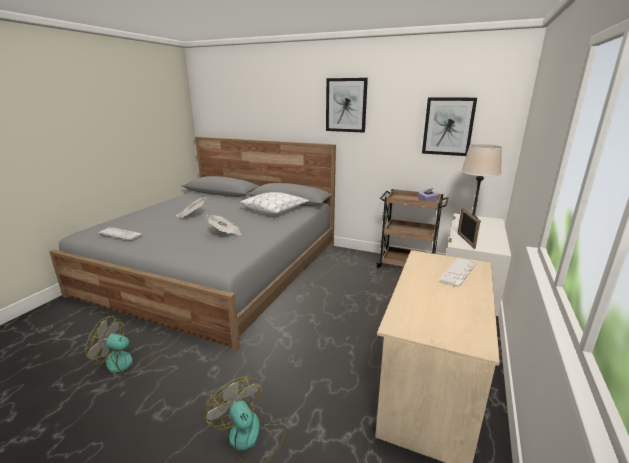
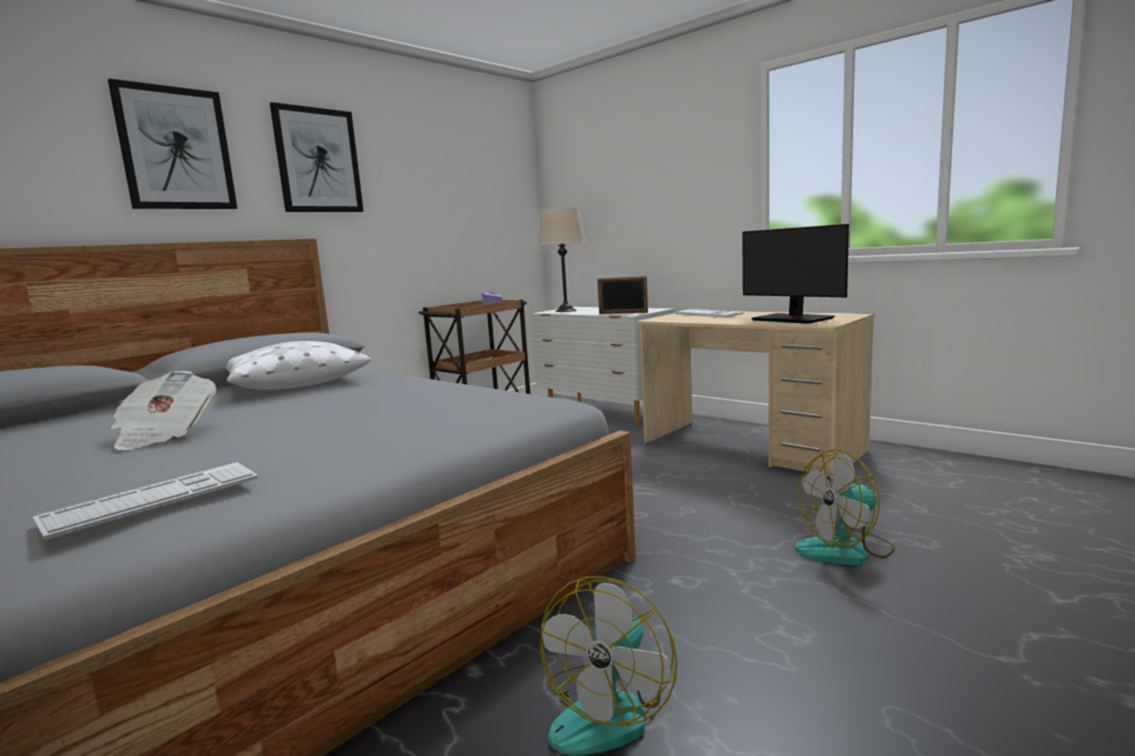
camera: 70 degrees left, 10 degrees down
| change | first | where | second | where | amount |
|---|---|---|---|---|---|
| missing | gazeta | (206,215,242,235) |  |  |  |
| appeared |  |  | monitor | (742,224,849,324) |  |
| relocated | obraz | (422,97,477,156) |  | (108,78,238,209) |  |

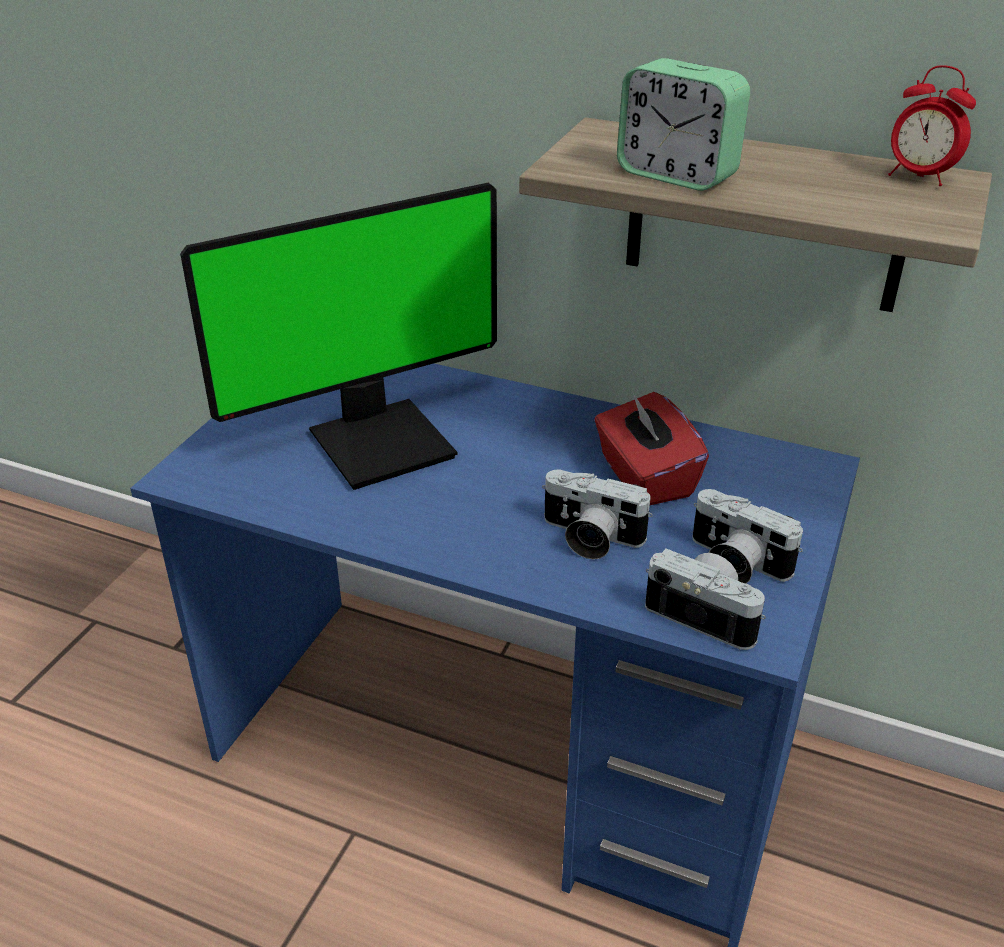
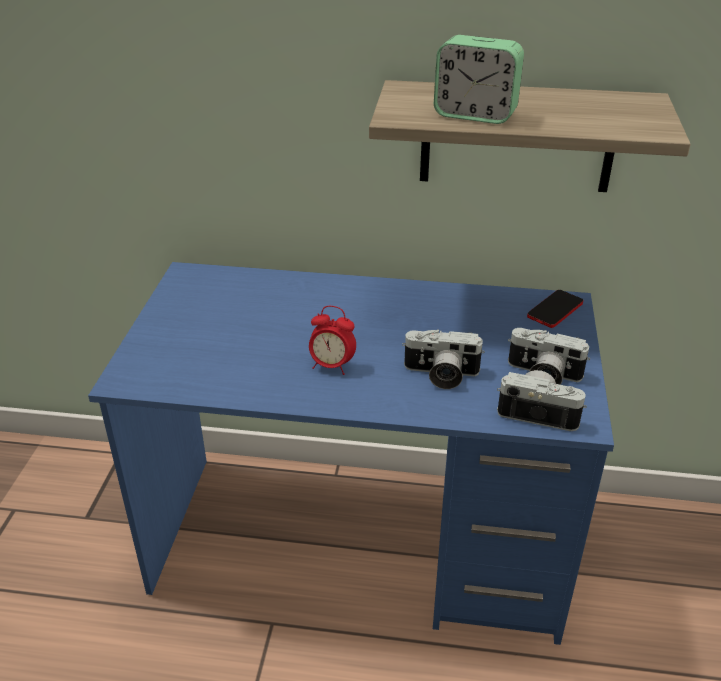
camera: 15 degrees left, 0 degrees up
| change | first | where | second | where | amount |
|---|---|---|---|---|---|
| missing | monitor | (180,183,497,490) |  |  |  |
| missing | pudełko chusteczek [czerwony] | (594,392,709,505) |  |  |  |
| appeared |  |  | telefon | (527,290,583,328) |  |
| relocated | budzik | (888,65,976,186) |  | (309,306,356,375) |  |

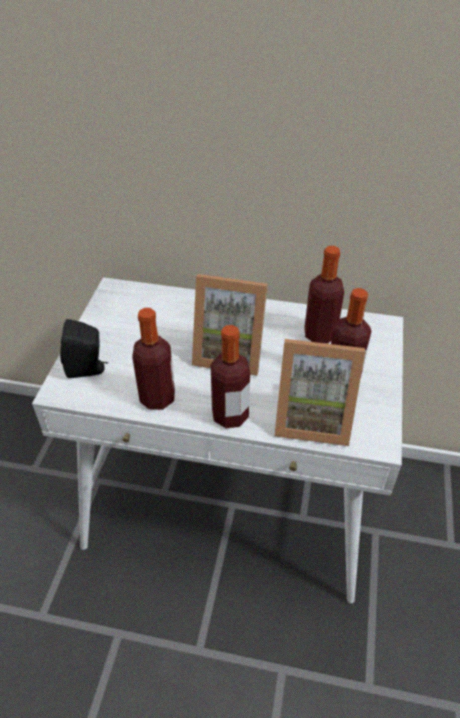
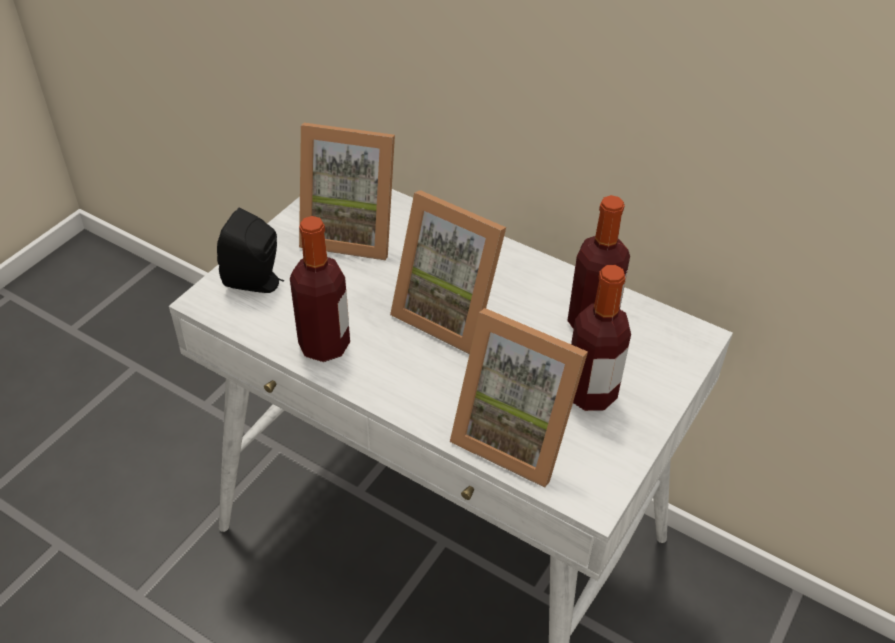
camera: 20 degrees right, 0 degrees up
| change | first | where | second | where | amount |
|---|---|---|---|---|---|
| missing | butelka | (211,325,250,428) |  |  |  |
| appeared |  |  | ramka na zdjęcie | (299,123,395,260) |  |

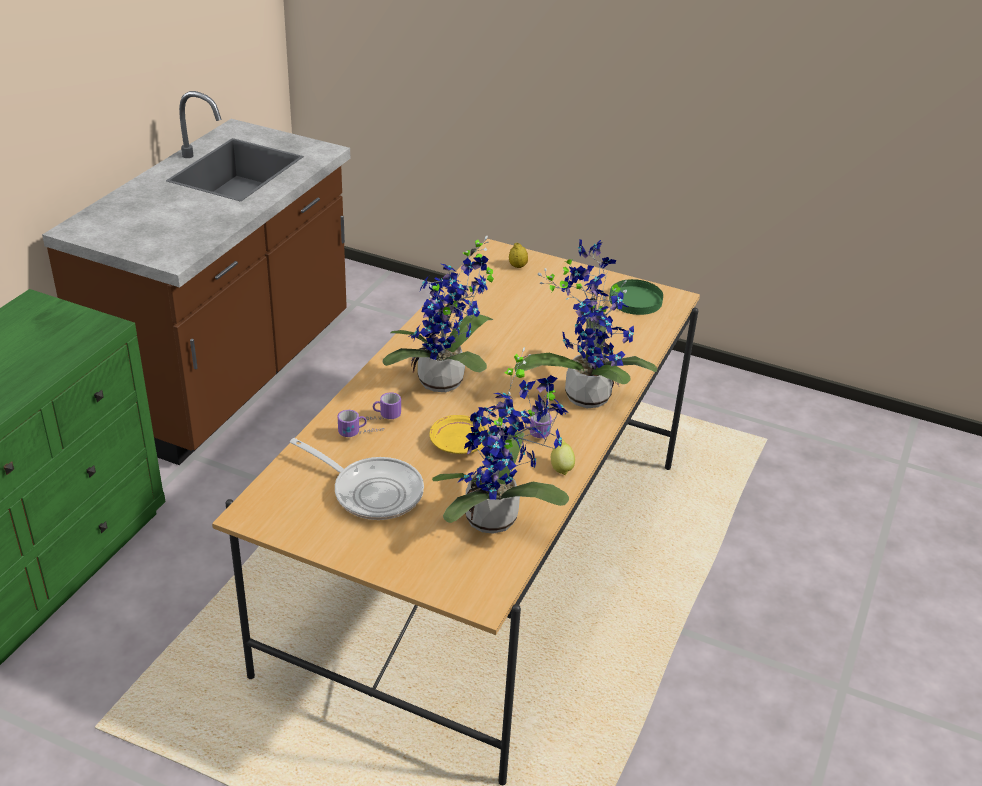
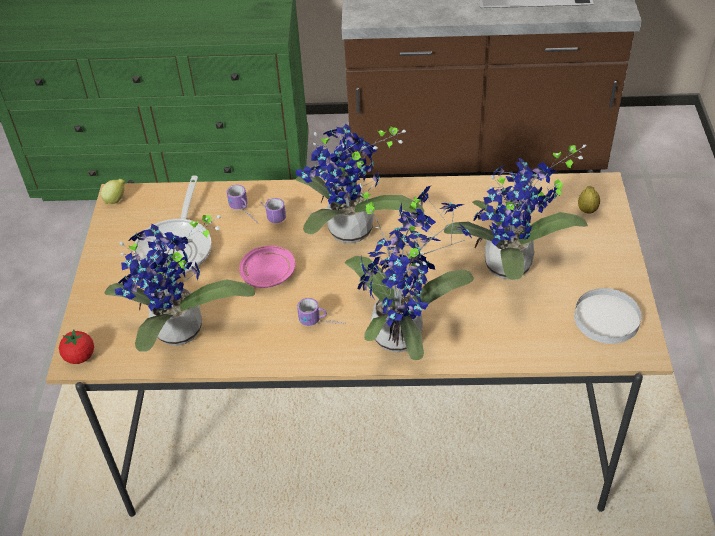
camera: 70 degrees right, 10 degrees up
| change | first | where | second | where | amount |
|---|---|---|---|---|---|
| appeared |  |  | pomidor | (59,329,94,364) |  |
| appeared |  |  | roślina doniczkowa | (444,144,588,280) |  |
| relocated | cytryna | (551,440,575,475) |  | (101,179,125,204) |  |
| colour | talerz [żółty] | (429,415,488,454) | talerz [różowy] | (239,245,295,288) |  |
| colour | talerz [zielony] | (609,279,663,315) | talerz [biały] | (574,288,642,344) |  |

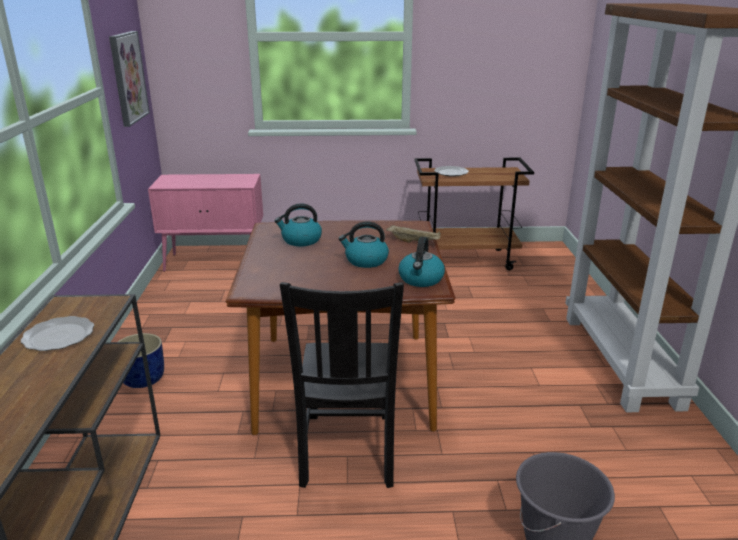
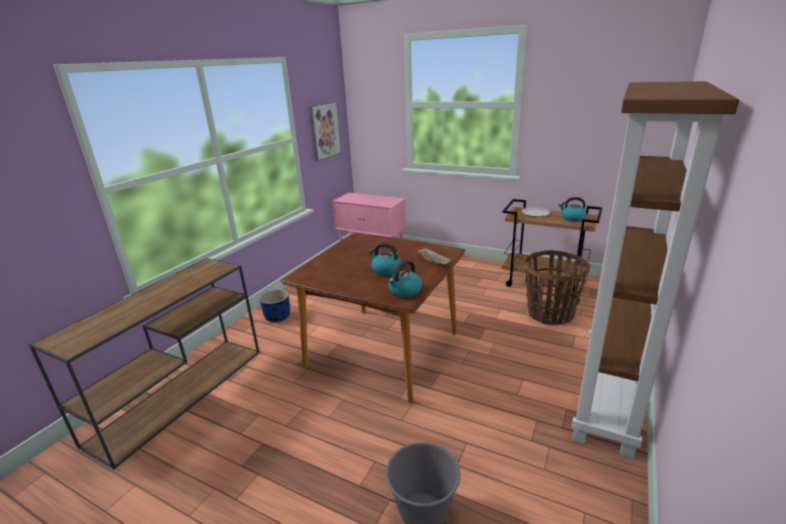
camera: 30 degrees right, 0 degrees up
| change | first | where | second | where | amount |
|---|---|---|---|---|---|
| missing | talerz | (21,316,94,351) |  |  |  |
| missing | krzesło [czarny] | (280,282,404,488) |  |  |  |
| appeared |  |  | koszyk | (524,250,590,325) |  |
| relocated | czajnik | (274,204,322,246) |  | (559,197,587,222) |  |

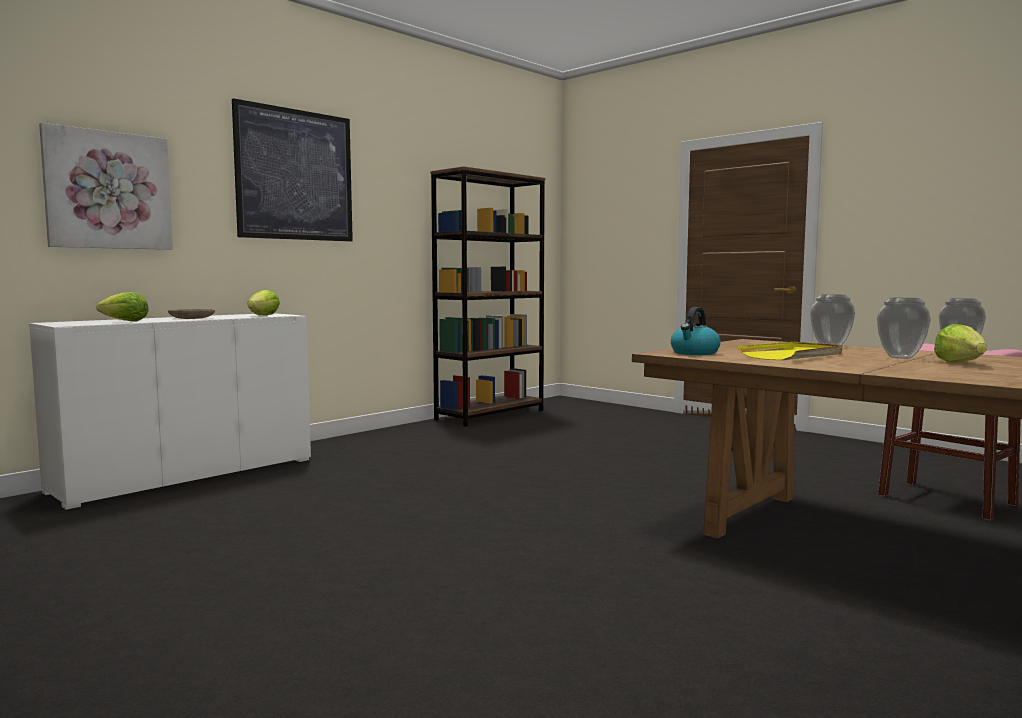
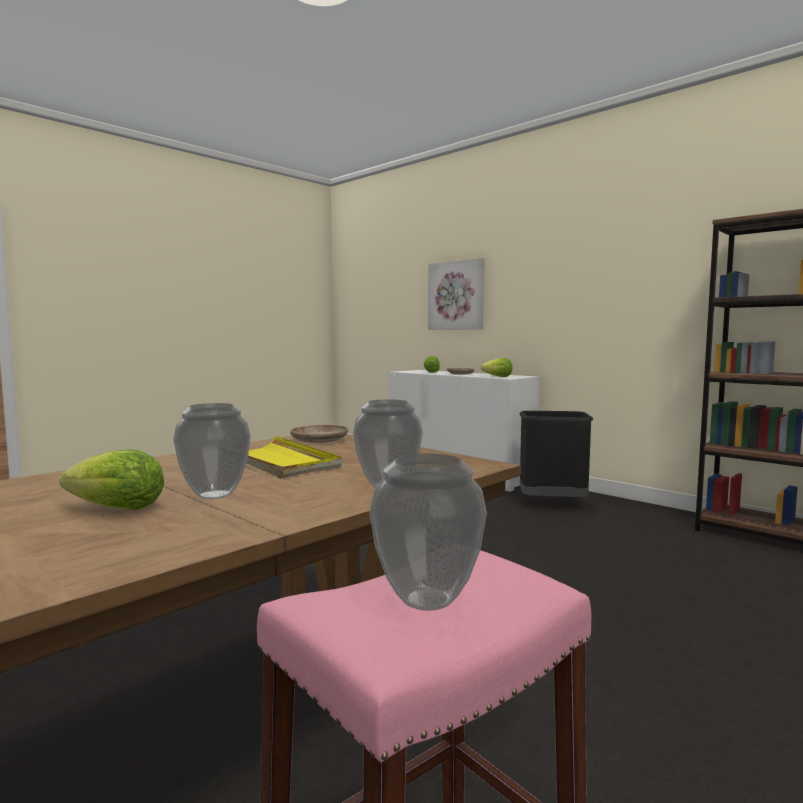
camera: 90 degrees right, 0 degrees up
| change | first | where | second | where | amount |
|---|---|---|---|---|---|
| missing | obraz | (232,98,353,241) |  |  |  |
| appeared |  |  | kosz na śmieci [czarny] | (520,411,593,497) |  |
| exchanged | czajnik | (671,307,721,355) | talerz [beżowy] | (290,425,349,443) |  |

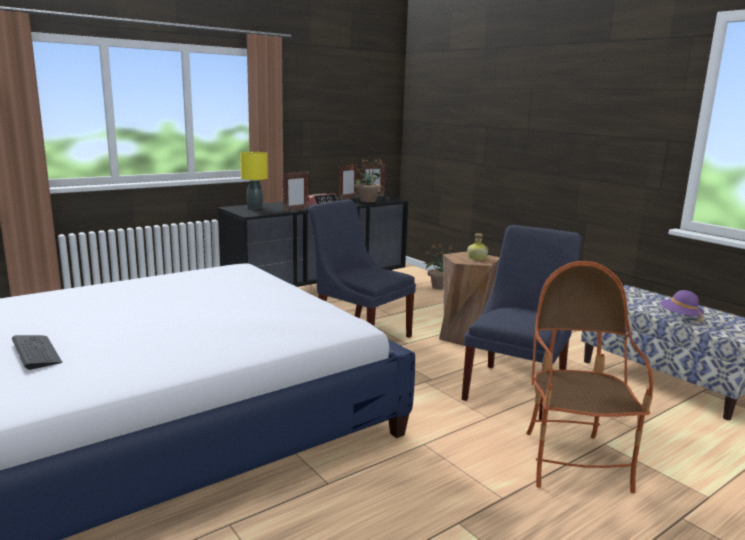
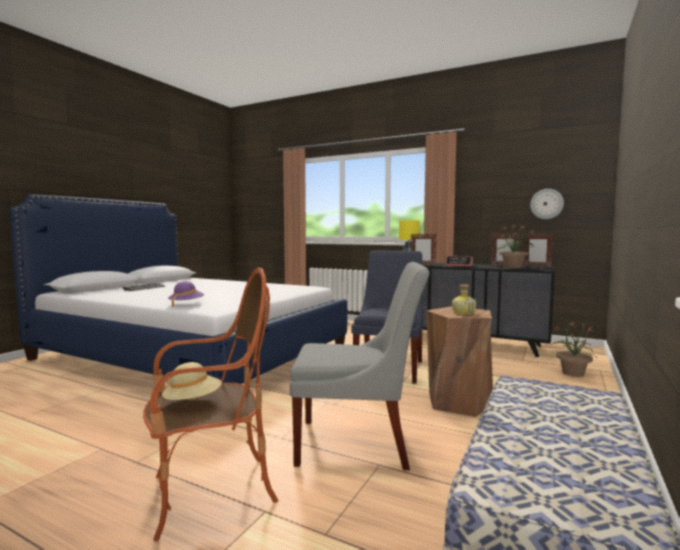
camera: 65 degrees right, 10 degrees down
| change | first | where | second | where | amount |
|---|---|---|---|---|---|
| appeared |  |  | kapelusz [beżowy] | (162,362,222,403) |  |
| appeared |  |  | zegar ścienny | (530,189,564,219) |  |
| relocated | kapelusz [fioletowy] | (660,290,704,323) |  | (168,281,204,307) |  |
| colour | krzesło [niebieski] | (462,225,582,420) | krzesło [szary] | (290,262,430,470) |  |

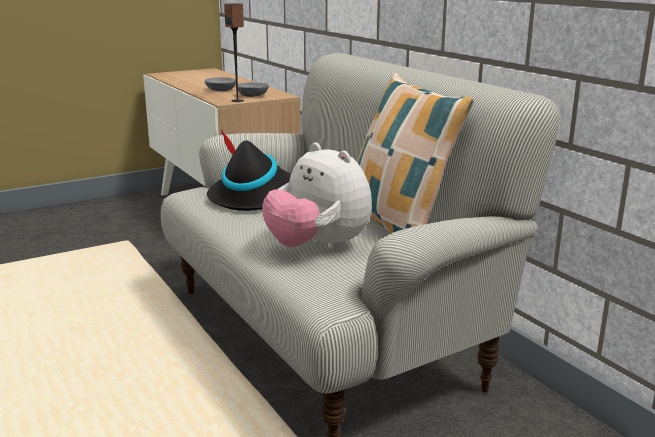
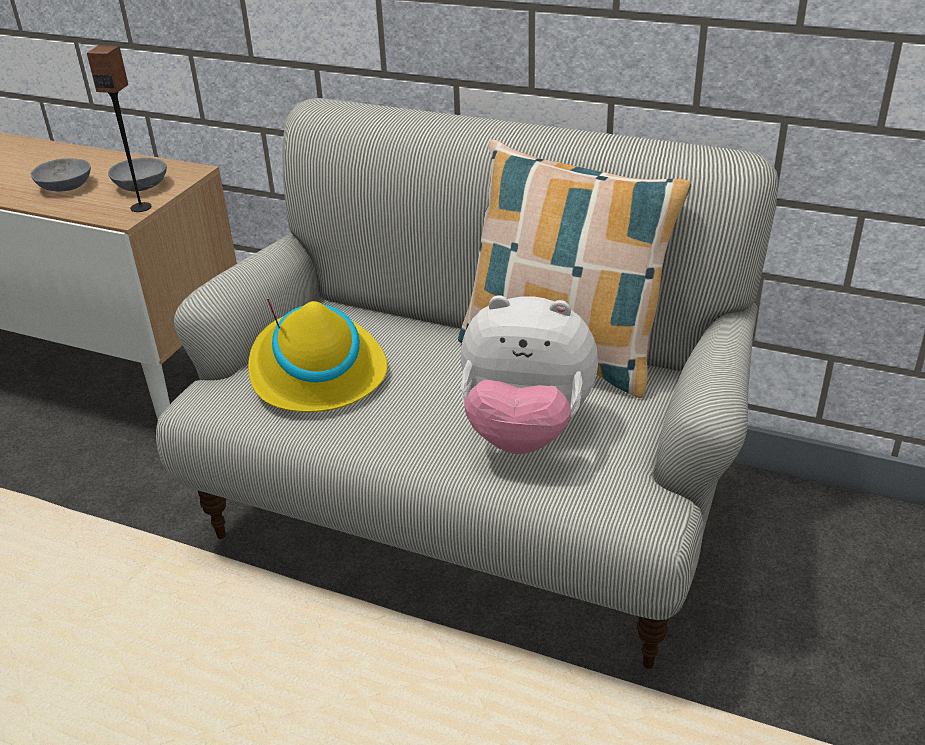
camera: 35 degrees left, 15 degrees up
| change | first | where | second | where | amount |
|---|---|---|---|---|---|
| colour | kapelusz [czarny] | (207,130,291,211) | kapelusz [żółty] | (248,299,387,412) |  |

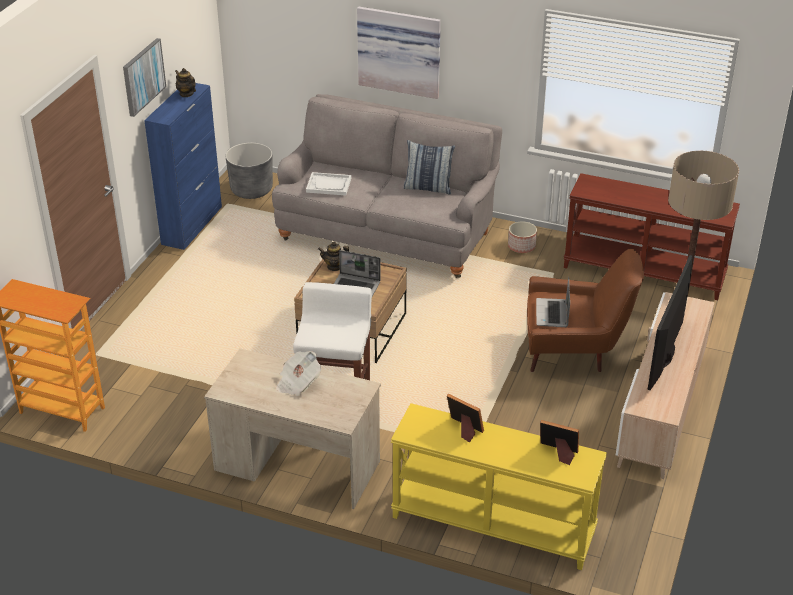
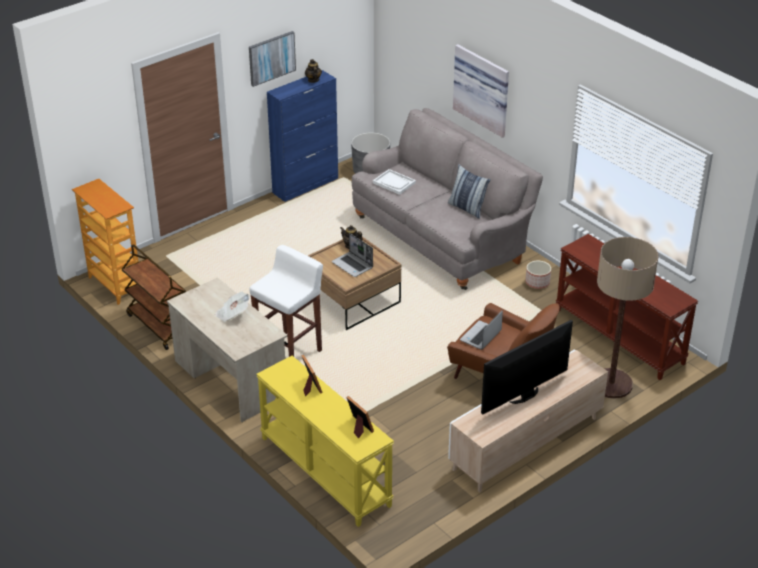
camera: 30 degrees right, 0 degrees up
| change | first | where | second | where | amount |
|---|---|---|---|---|---|
| appeared |  |  | wózek [brązowy] | (121,244,186,350) |  |

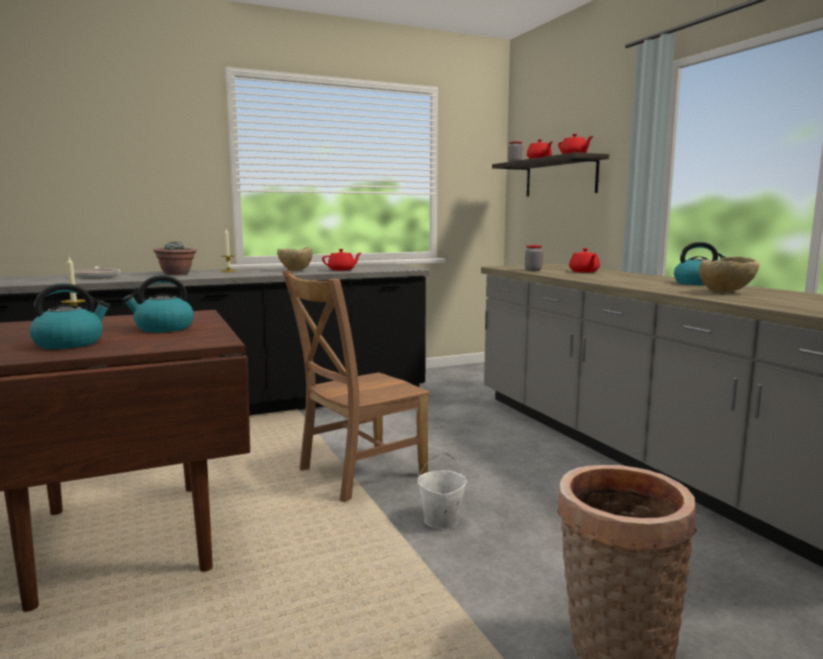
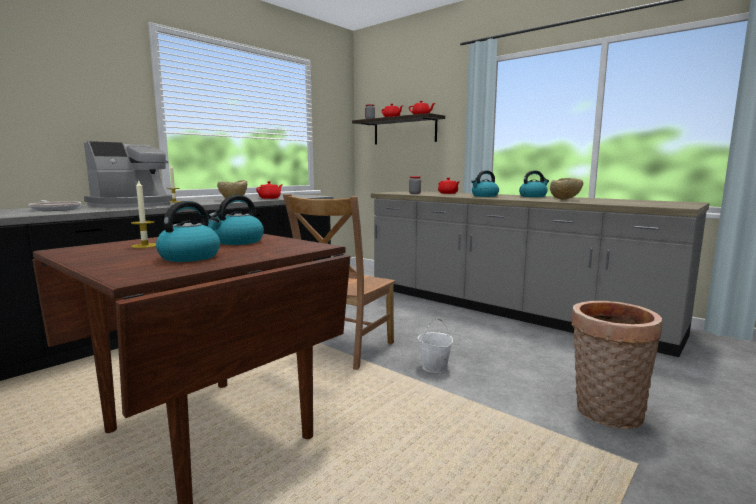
camera: 25 degrees left, 0 degrees up
| change | first | where | second | where | amount |
|---|---|---|---|---|---|
| appeared |  |  | czajnik | (471,170,499,197) |  |
| exchanged | roślina doniczkowa | (153,241,197,275) | ekspres do kawy | (84,141,172,208) |  |

